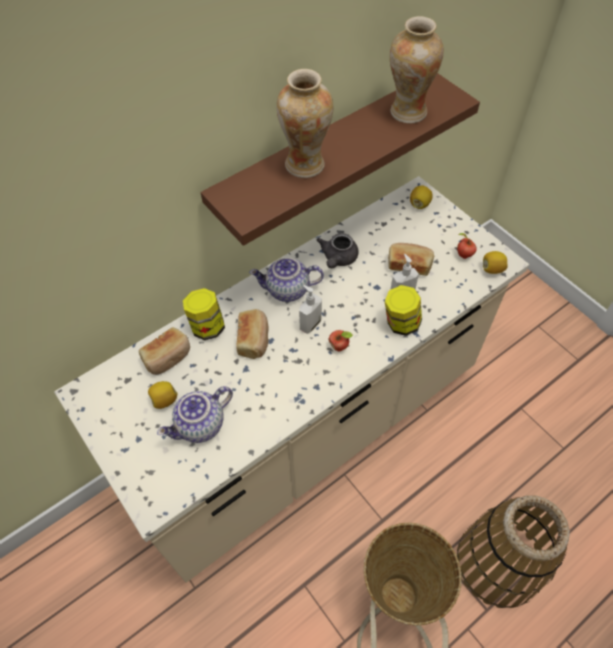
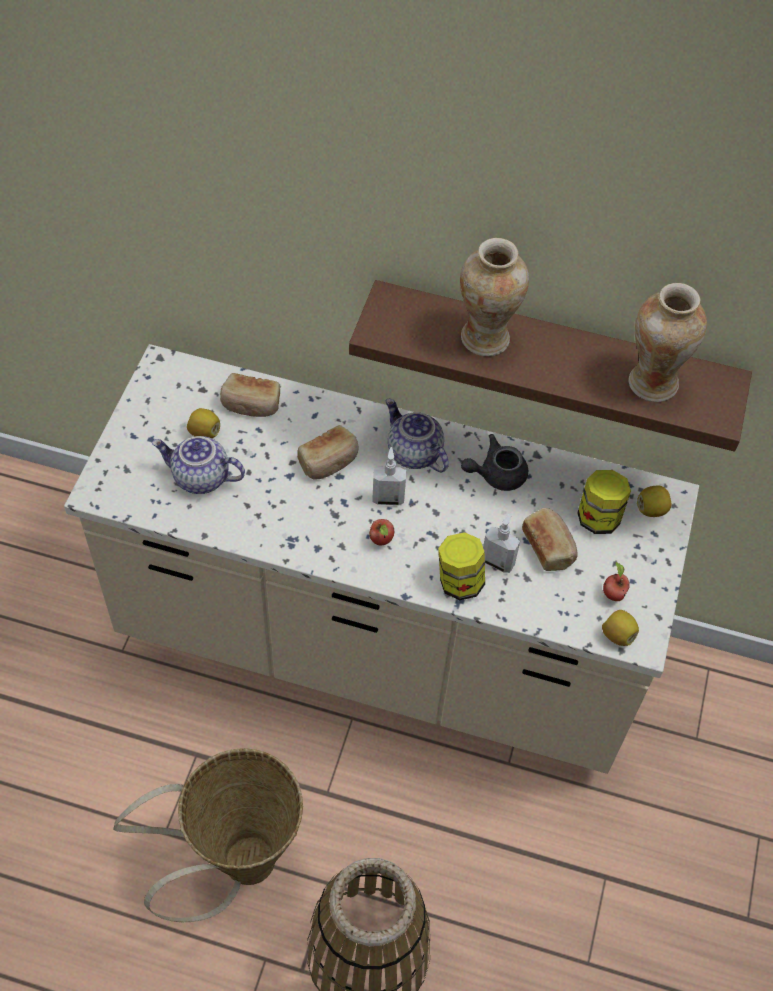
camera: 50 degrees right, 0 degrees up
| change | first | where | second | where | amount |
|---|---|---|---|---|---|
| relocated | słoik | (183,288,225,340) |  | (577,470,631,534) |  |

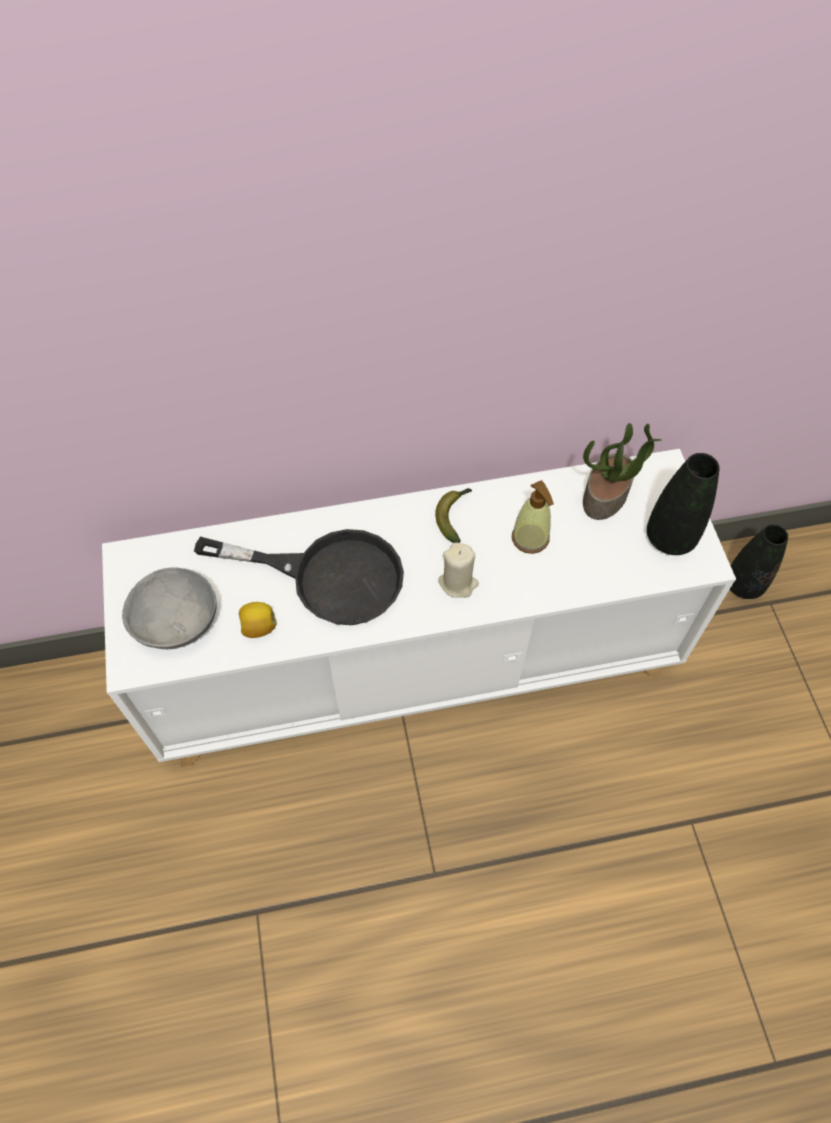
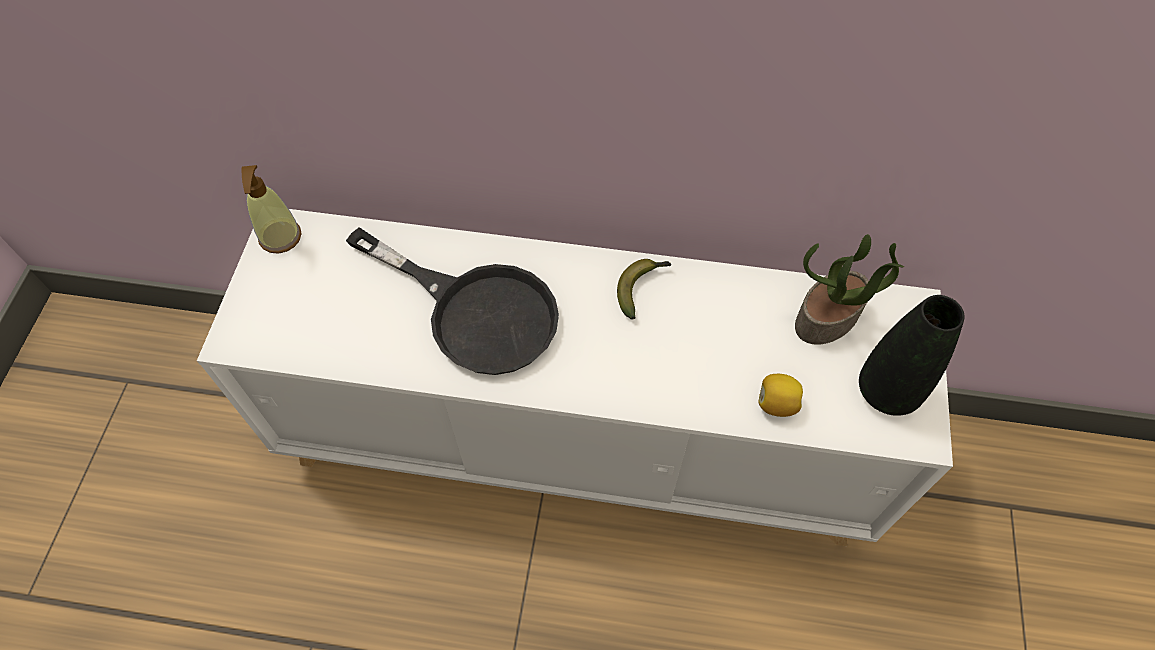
camera: 20 degrees right, 0 degrees up
| change | first | where | second | where | amount |
|---|---|---|---|---|---|
| missing | miska [szary] | (122,567,216,649) |  |  |  |
| missing | świeca [beżowy] | (438,543,479,598) |  |  |  |
| missing | wazon [czarny] | (730,524,788,599) |  |  |  |
| relocated | cytryna | (239,602,277,638) |  | (758,374,803,417) |  |
| relocated | dozownik mydła | (512,480,554,554) |  | (242,165,301,253) |  |

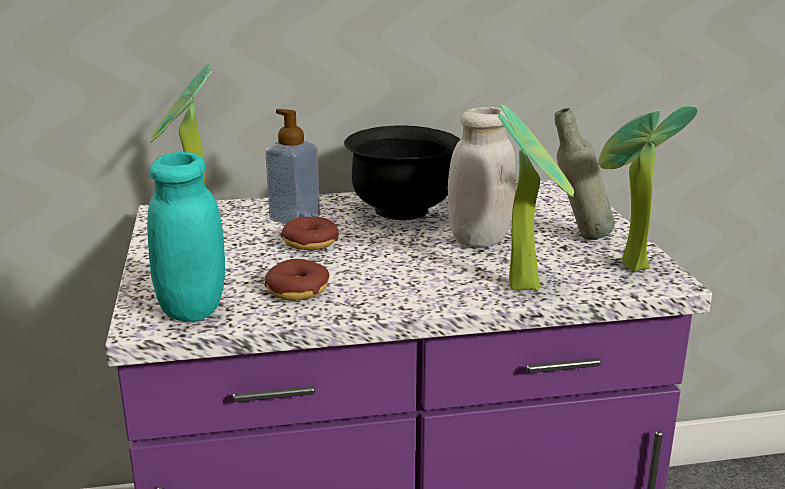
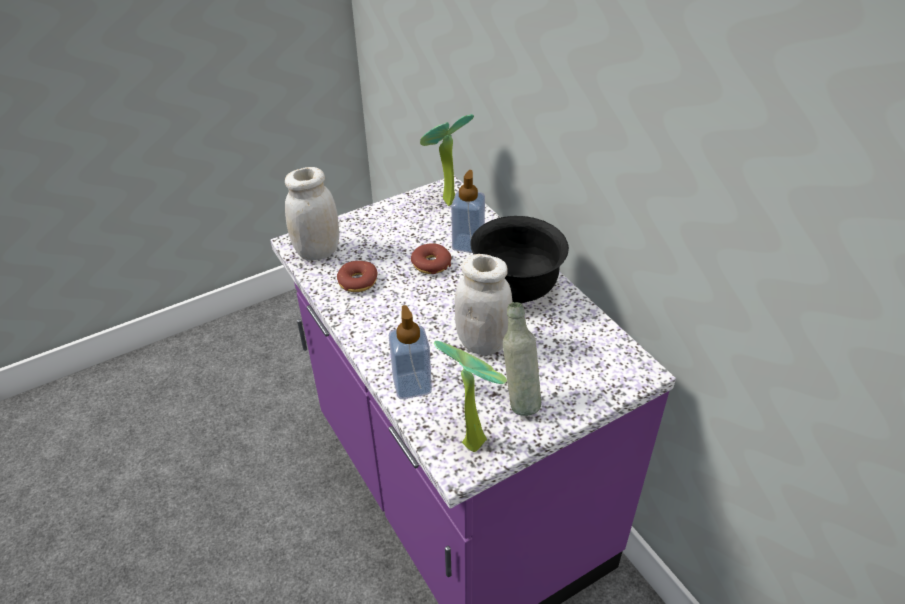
camera: 70 degrees right, 20 degrees up
| change | first | where | second | where | amount |
|---|---|---|---|---|---|
| exchanged | roślina doniczkowa | (498,104,574,291) | dozownik mydła | (389,305,432,399) |  |
| colour | słoik [turkusowy] | (147,152,225,321) | słoik [biały] | (285,167,339,261) |  |

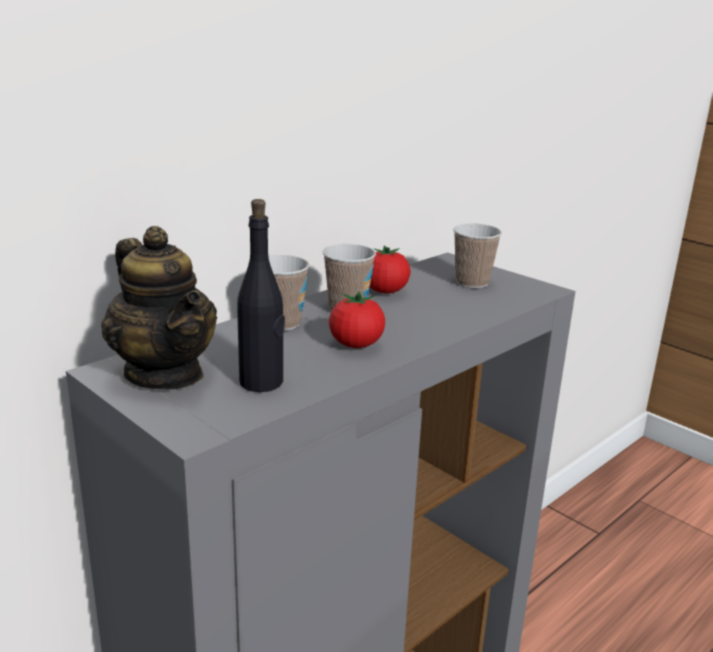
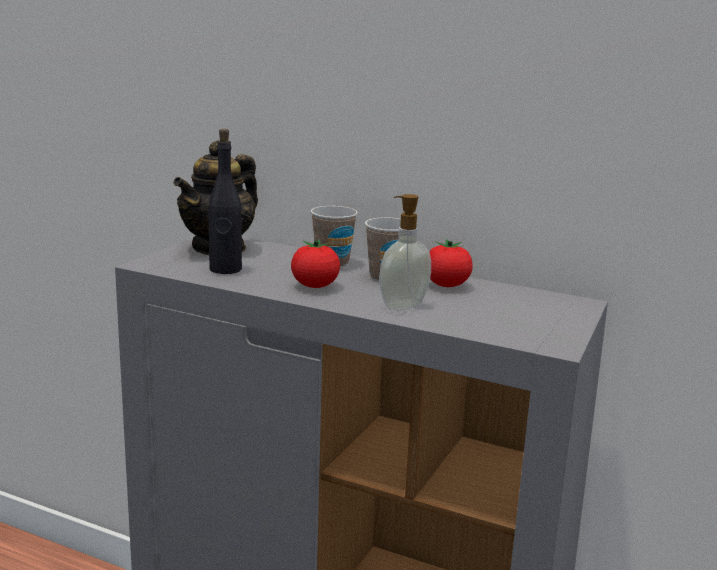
camera: 70 degrees right, 5 degrees down
| change | first | where | second | where | amount |
|---|---|---|---|---|---|
| missing | filiżanka | (453,223,502,288) |  |  |  |
| appeared |  |  | dozownik mydła | (379,194,431,310) |  |

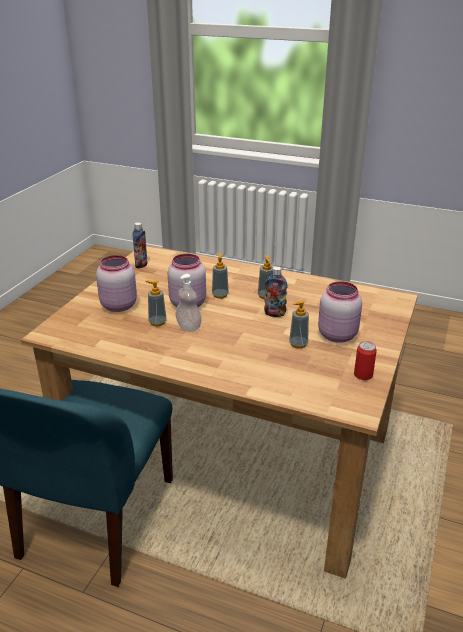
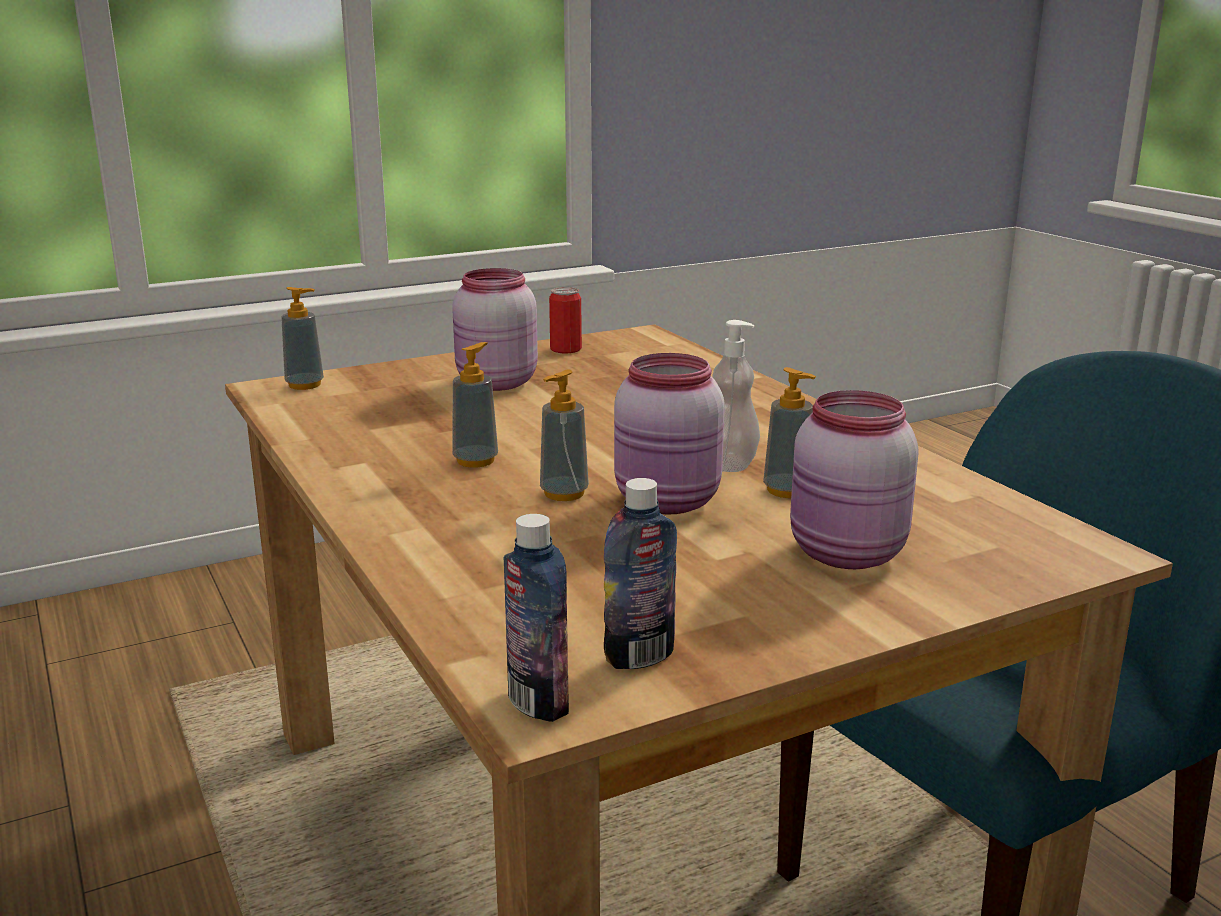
camera: 140 degrees left, 10 degrees down
| change | first | where | second | where | amount |
|---|---|---|---|---|---|
| relocated | butelka | (264,266,288,317) |  | (503,514,569,722) |  |
| relocated | dozownik mydła | (289,300,309,349) |  | (281,287,324,390) |  |

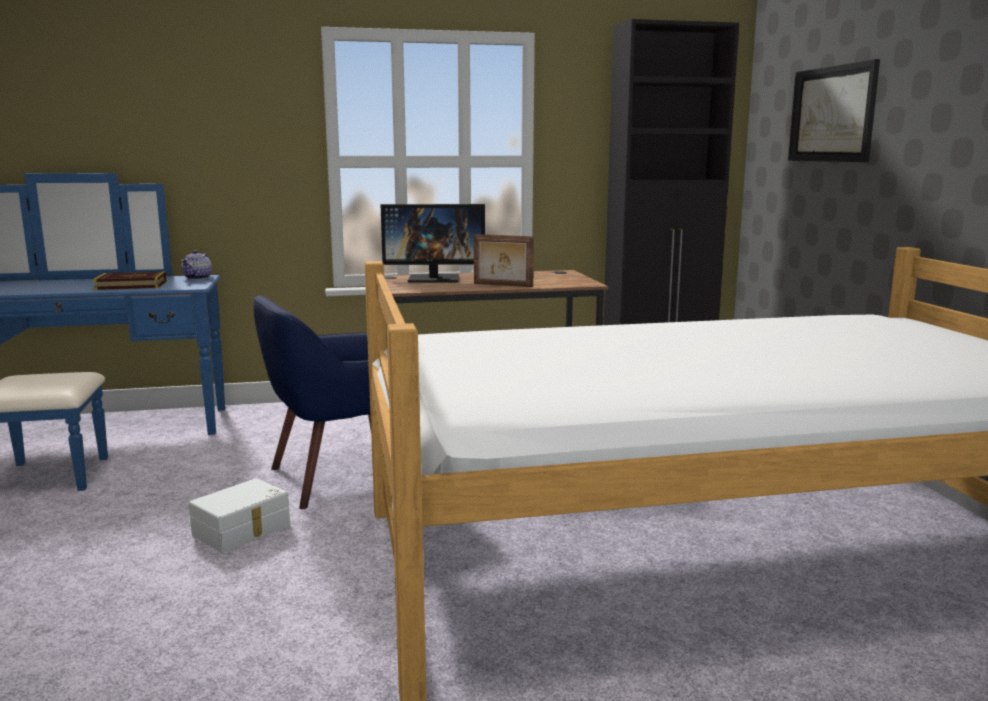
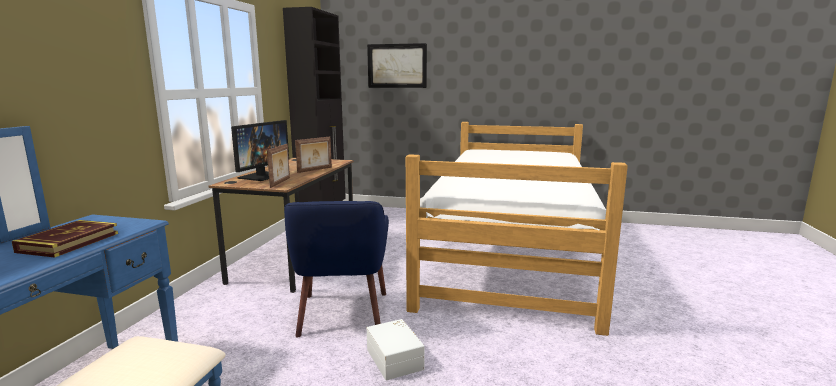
camera: 65 degrees left, 0 degrees up
| change | first | where | second | where | amount |
|---|---|---|---|---|---|
| missing | imbryk | (181,250,212,280) |  |  |  |
| appeared |  |  | ramka na zdjęcie | (267,144,290,188) |  |

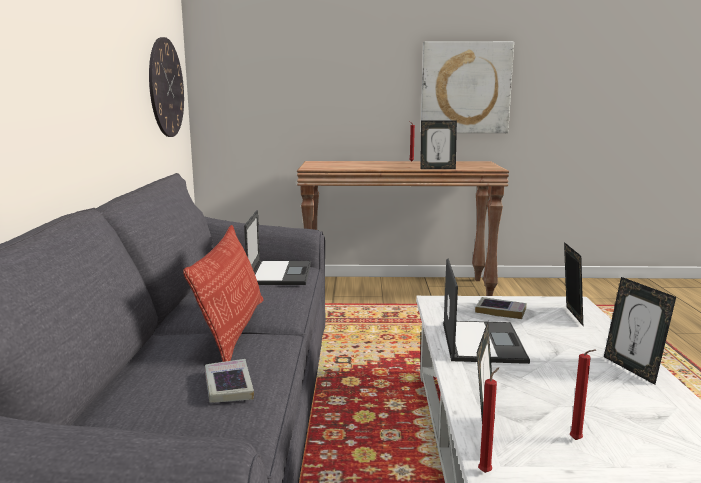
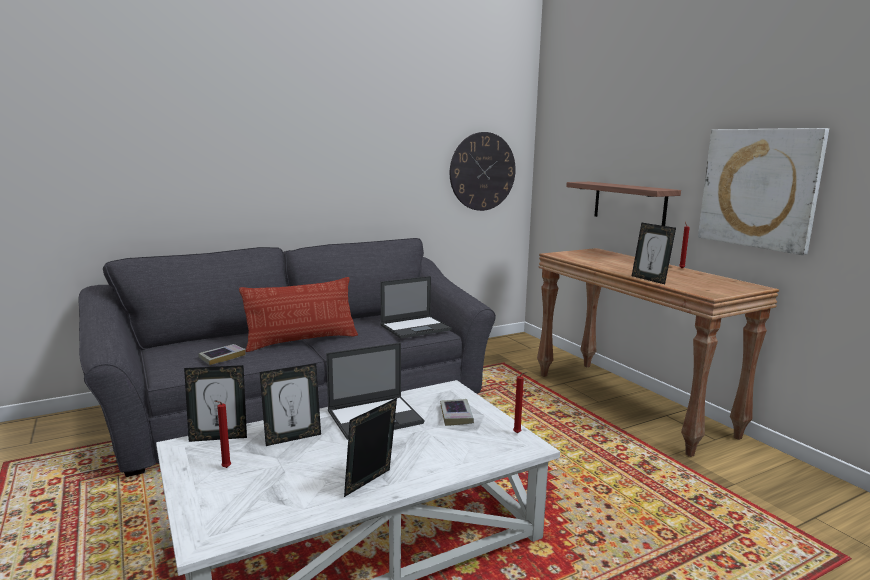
camera: 60 degrees right, 0 degrees up
| change | first | where | second | where | amount |
|---|---|---|---|---|---|
| appeared |  |  | półka | (566,182,681,226) |  |
| relocated | świeca [czerwony] | (478,367,499,473) |  | (513,372,528,433) |  |
| relocated | ramka na zdjęcie | (564,242,583,326) |  | (260,363,321,446) |  |

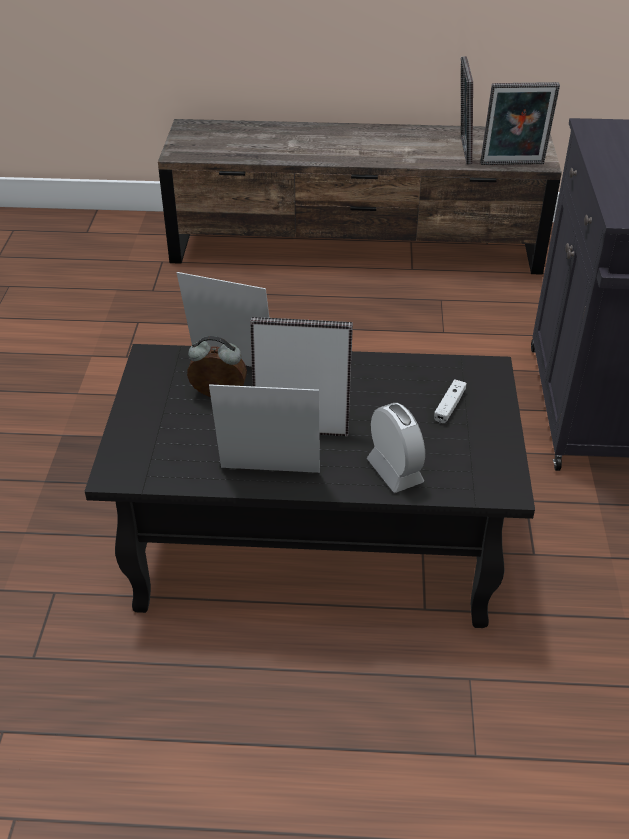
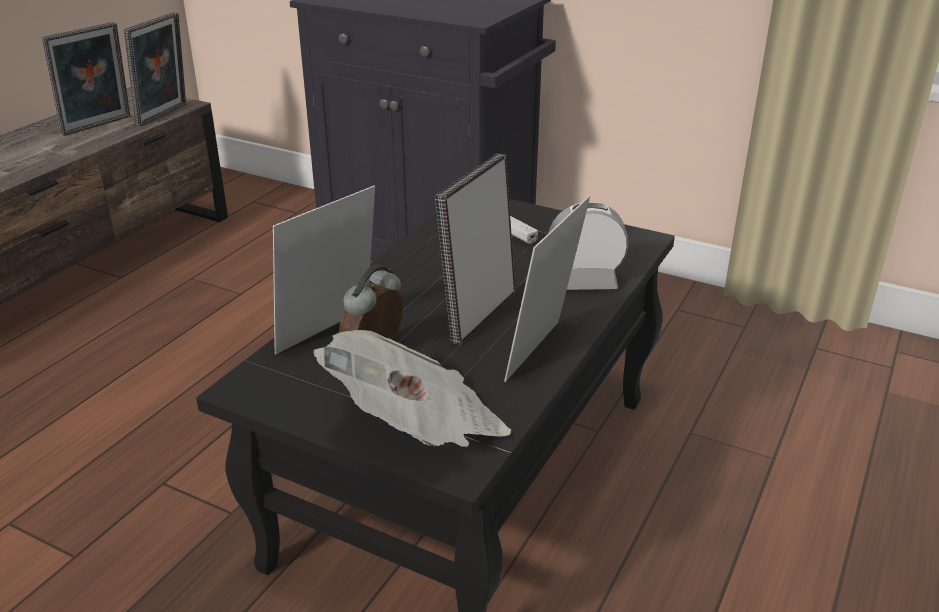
camera: 65 degrees left, 10 degrees down
| change | first | where | second | where | amount |
|---|---|---|---|---|---|
| appeared |  |  | gazeta | (313,330,511,447) |  |
| spun | ramka na zdjęcie | (461,56,473,164) |  | (42,22,130,136) | 75 degrees counterclockwise |

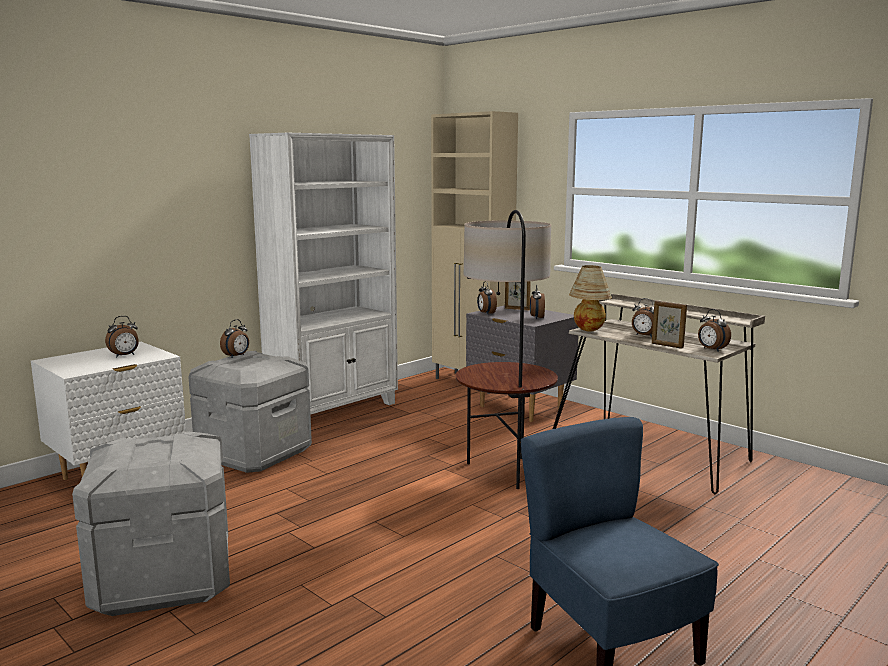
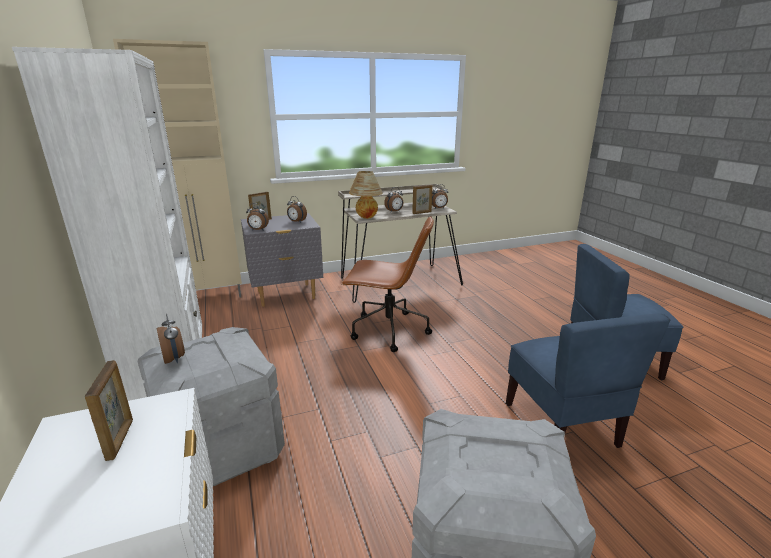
camera: 65 degrees left, 10 degrees up
| change | first | where | second | where | amount |
|---|---|---|---|---|---|
| appeared |  |  | krzesło [niebieski] | (506,314,670,448) |  |
| exchanged | budzik | (105,316,139,357) | ramka na zdjęcie | (85,360,133,461) |  |
| exchanged | lampa stojąca | (456,210,558,489) | krzesło biurowe [brązowy] | (341,216,434,352) |  |

